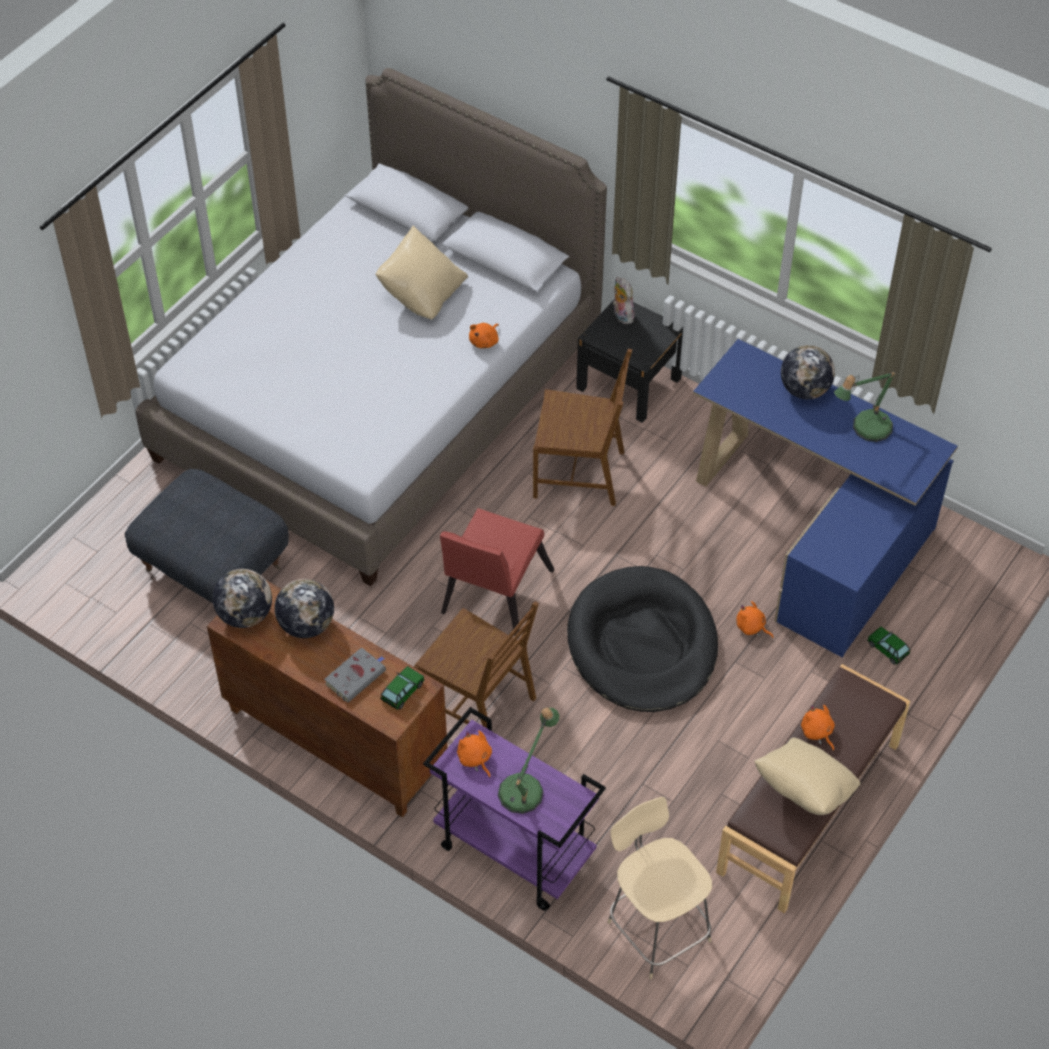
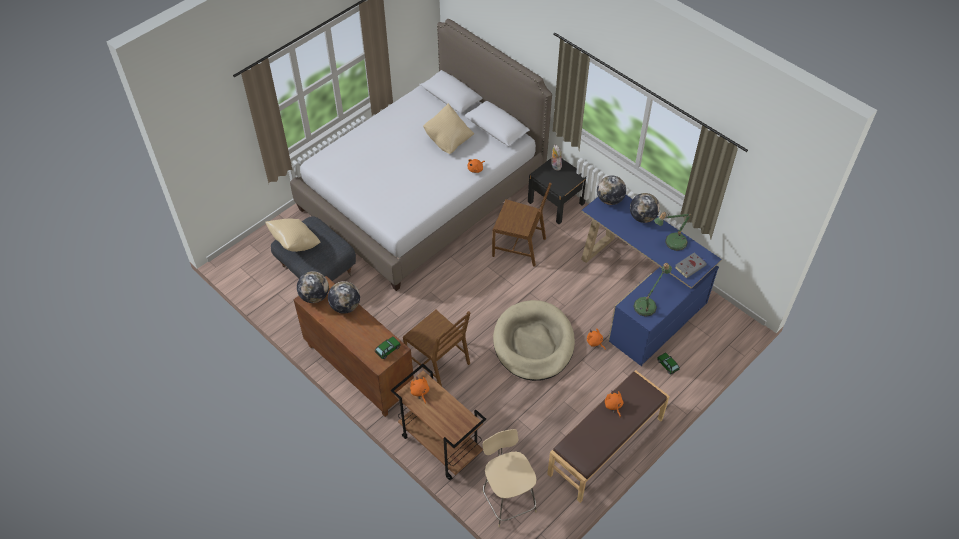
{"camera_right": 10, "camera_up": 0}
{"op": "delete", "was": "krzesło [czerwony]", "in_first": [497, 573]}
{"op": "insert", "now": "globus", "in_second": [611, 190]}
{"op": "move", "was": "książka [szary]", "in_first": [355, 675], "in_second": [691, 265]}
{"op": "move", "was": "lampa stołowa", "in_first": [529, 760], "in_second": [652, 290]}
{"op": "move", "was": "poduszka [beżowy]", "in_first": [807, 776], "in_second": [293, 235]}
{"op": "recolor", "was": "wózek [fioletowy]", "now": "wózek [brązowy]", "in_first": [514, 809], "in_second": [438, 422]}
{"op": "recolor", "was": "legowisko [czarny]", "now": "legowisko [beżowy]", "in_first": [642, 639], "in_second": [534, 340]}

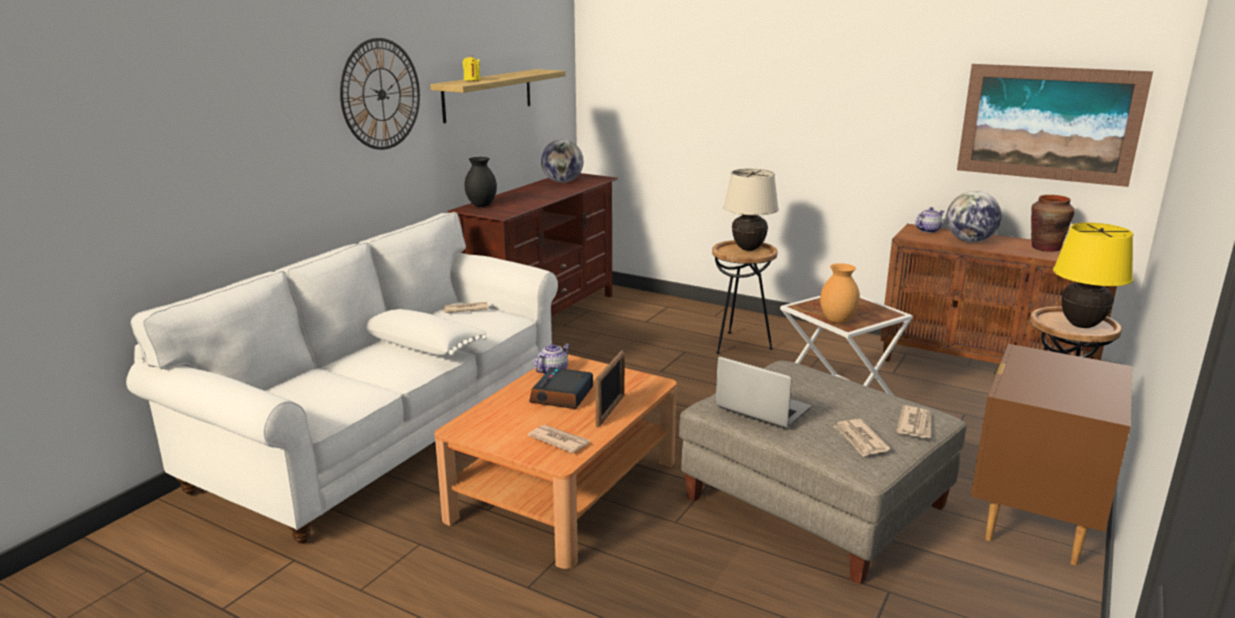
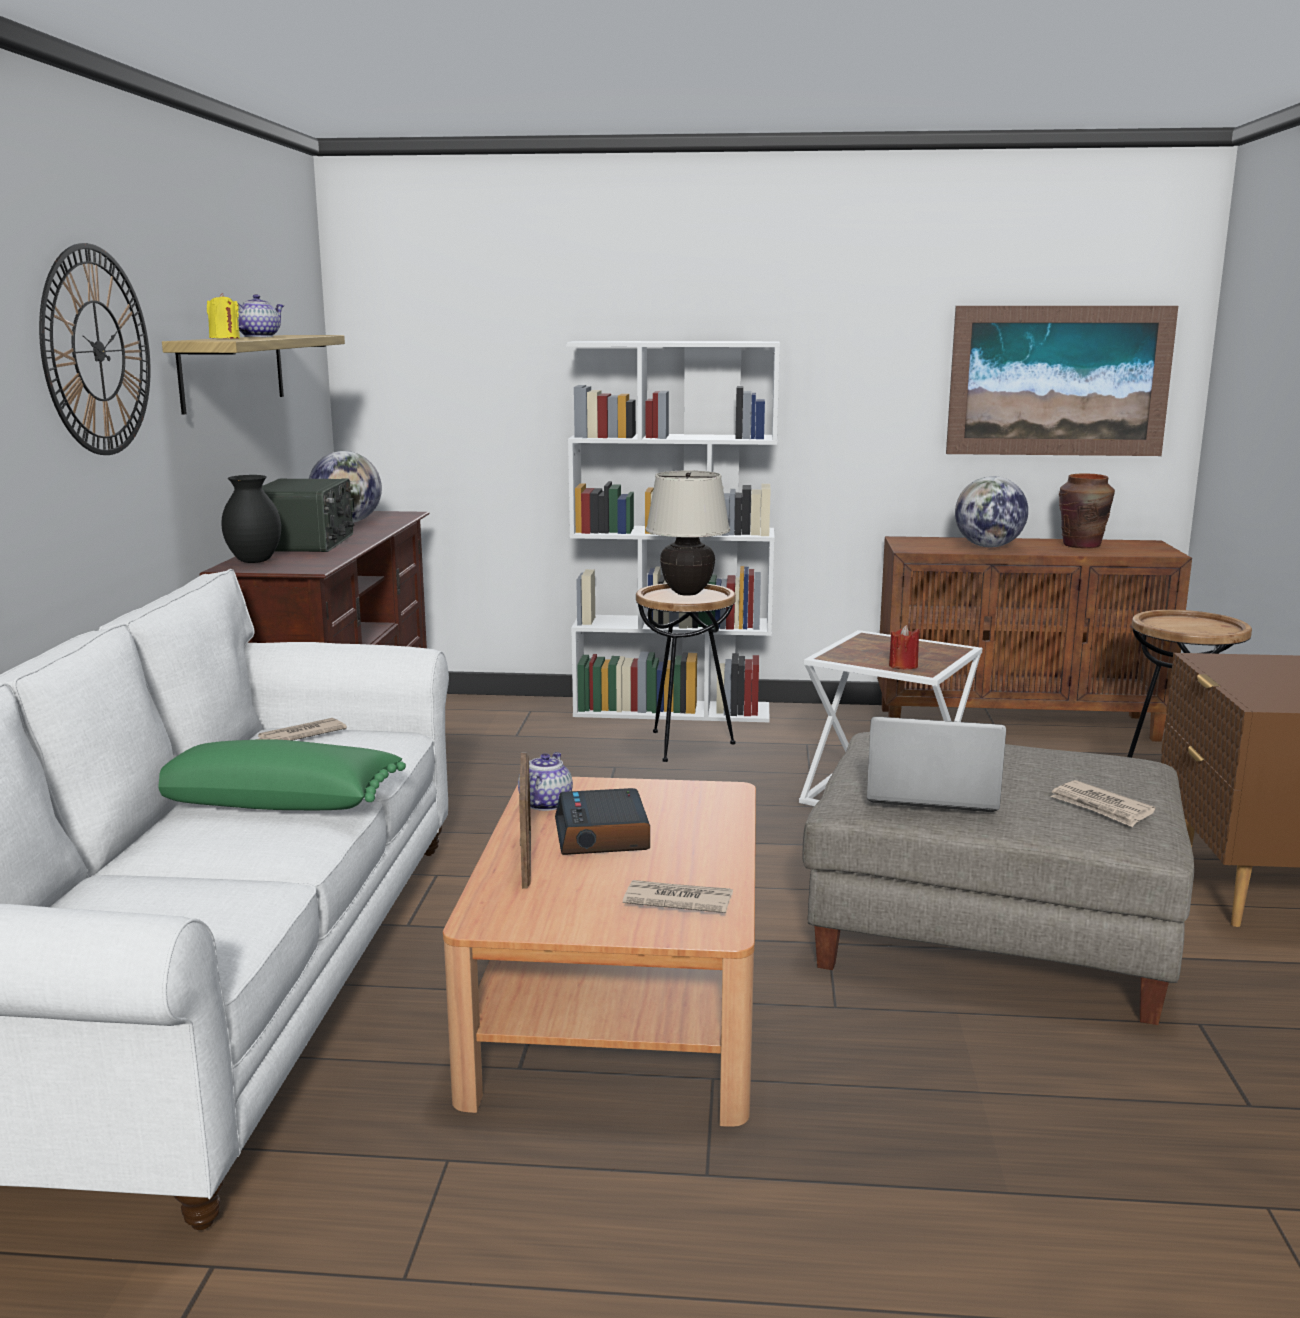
{"camera_right": -25, "camera_up": -5}
{"op": "delete", "was": "gazeta", "in_first": [913, 421]}
{"op": "delete", "was": "lampa stołowa [żółty]", "in_first": [1093, 275]}
{"op": "insert", "now": "radio", "in_second": [308, 515]}
{"op": "insert", "now": "regał [biały]", "in_second": [673, 531]}
{"op": "move", "was": "ramka na zdjęcie", "in_first": [610, 389], "in_second": [525, 821]}
{"op": "move", "was": "imbryk", "in_first": [929, 220], "in_second": [260, 315]}
{"op": "replace", "was": "wazon [brązowy]", "now": "świeca [czerwony]", "in_first": [840, 293], "in_second": [904, 647]}
{"op": "recolor", "was": "poduszka [biały]", "now": "poduszka [zielony]", "in_first": [426, 332], "in_second": [282, 774]}

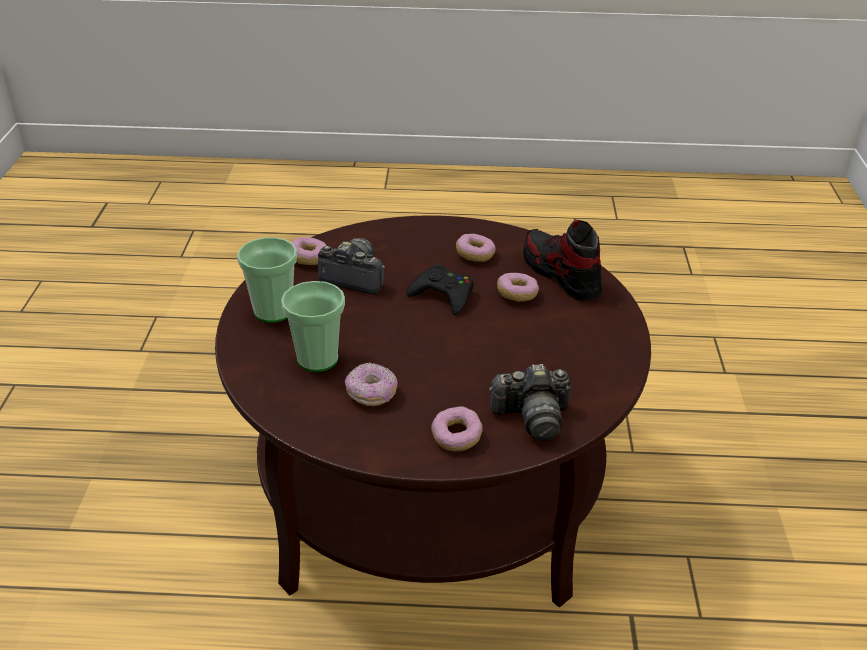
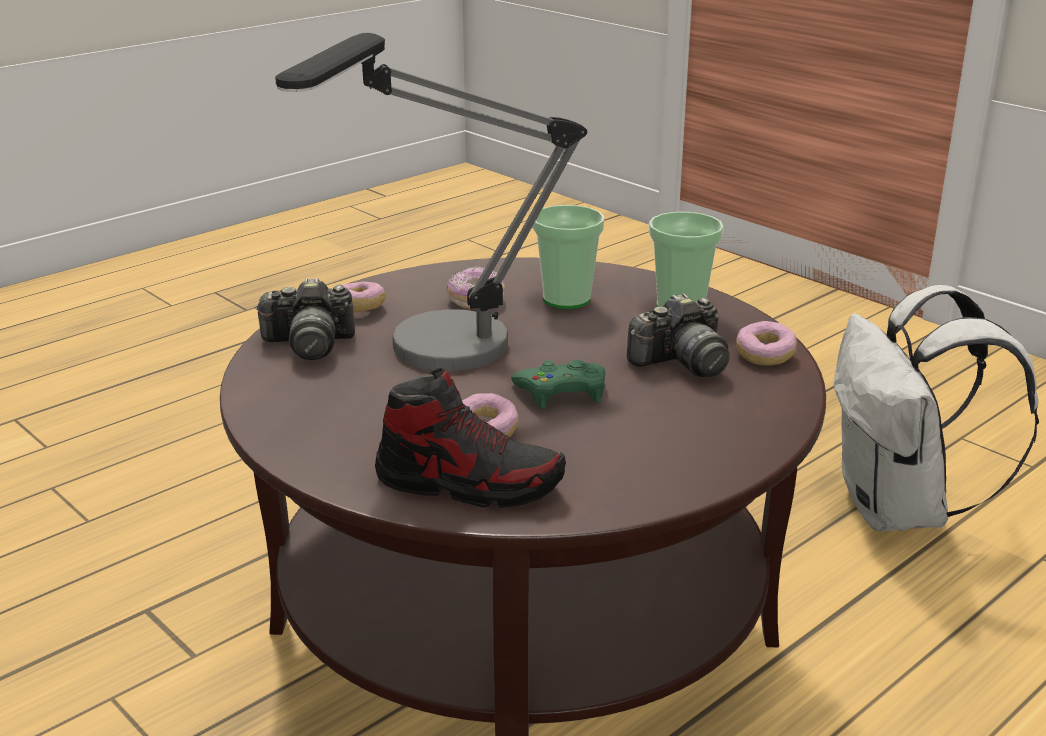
{"camera_right": 135, "camera_up": -10}
{"op": "delete", "was": "donut", "in_first": [476, 248]}
{"op": "insert", "now": "lampa stołowa", "in_second": [431, 202]}
{"op": "insert", "now": "plecak [biały]", "in_second": [936, 408]}
{"op": "recolor", "was": "pad do gier [czarny]", "now": "pad do gier [zielony]", "in_first": [439, 289], "in_second": [558, 384]}
{"op": "rotate", "was": "aparat fotograficzny", "in_first": [530, 402], "in_second": [304, 318], "clockwise": -135}

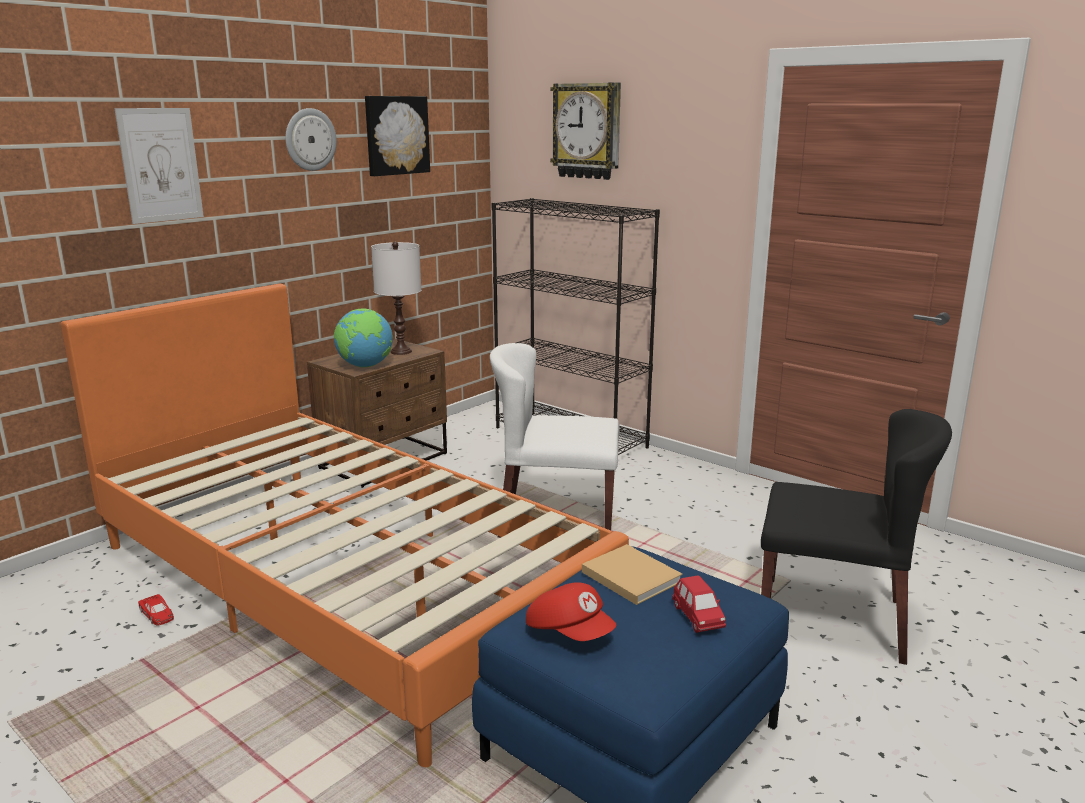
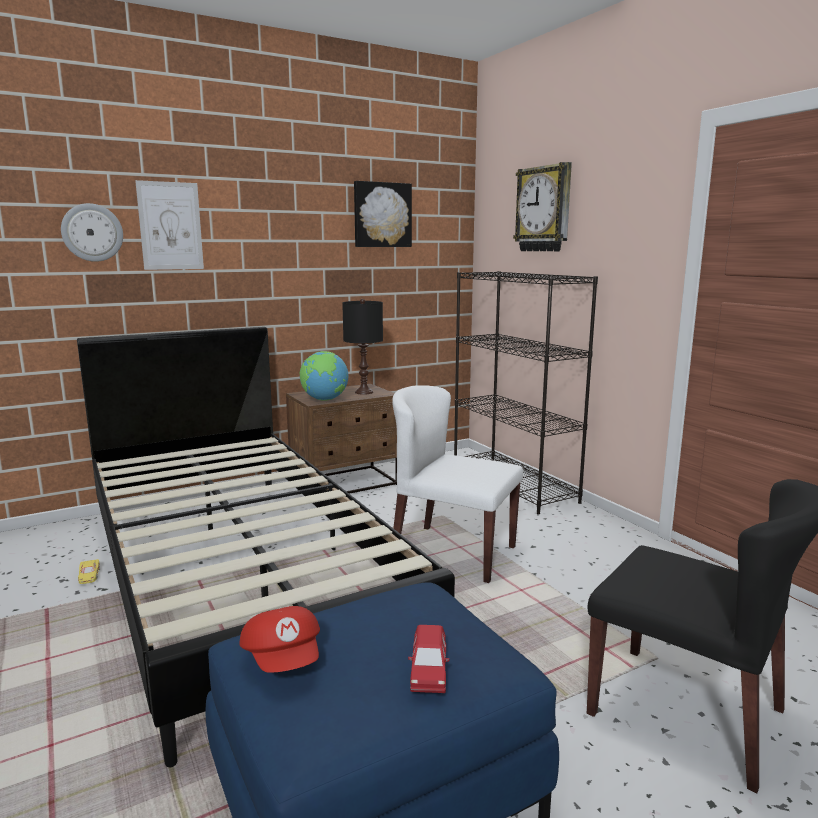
{"camera_right": 20, "camera_up": -5}
{"op": "delete", "was": "książka [beżowy]", "in_first": [632, 574]}
{"op": "move", "was": "zegar ścienny", "in_first": [311, 139], "in_second": [92, 232]}
{"op": "recolor", "was": "łóżko [pomarańczowy]", "now": "łóżko [czarny]", "in_first": [345, 525], "in_second": [266, 547]}
{"op": "recolor", "was": "samochodzik [czerwony]", "now": "samochodzik [żółty]", "in_first": [156, 610], "in_second": [88, 571]}
{"op": "recolor", "was": "lampa stołowa [biały]", "now": "lampa stołowa [czarny]", "in_first": [396, 298], "in_second": [362, 347]}

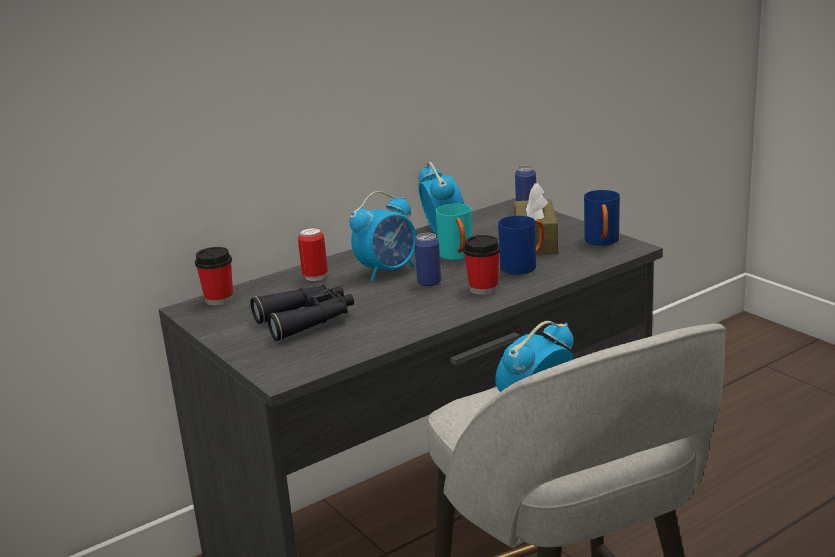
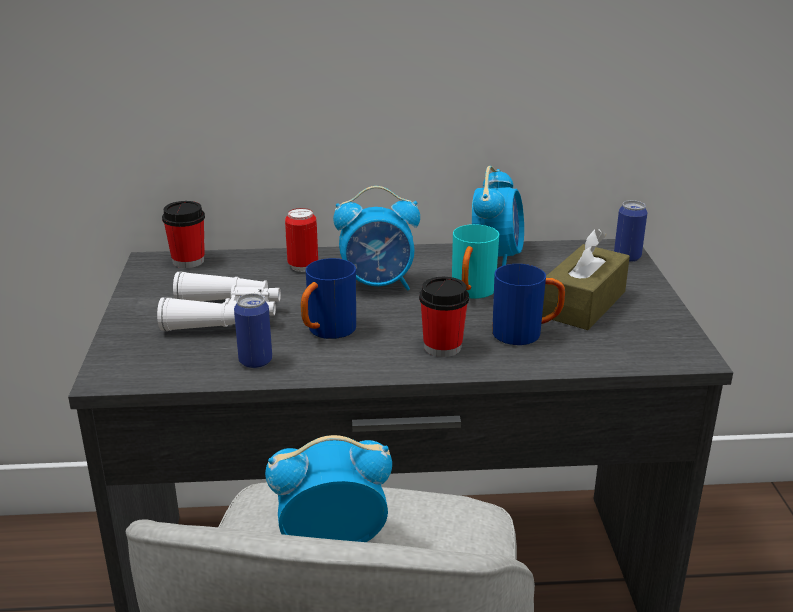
{"camera_right": 30, "camera_up": 5}
{"op": "move", "was": "puszka", "in_first": [427, 260], "in_second": [253, 331]}
{"op": "move", "was": "kubek [niebieski]", "in_first": [602, 218], "in_second": [328, 298]}
{"op": "recolor", "was": "lornetka [czarny]", "now": "lornetka [biały]", "in_first": [302, 313], "in_second": [219, 301]}

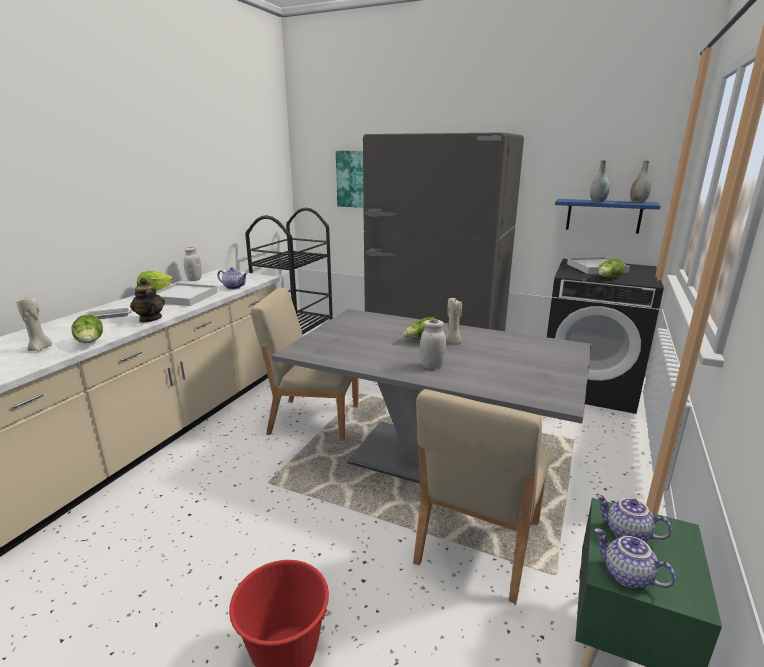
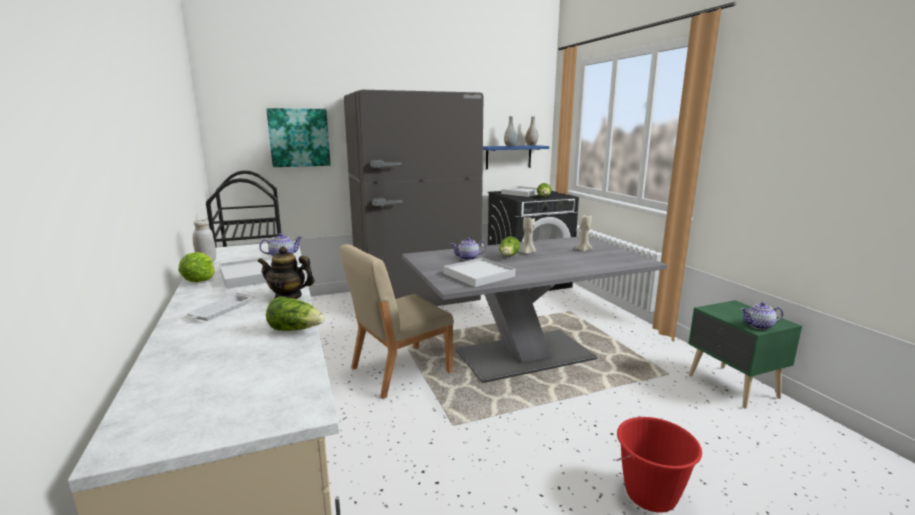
{"camera_right": -45, "camera_up": -5}
{"op": "delete", "was": "krzesło [beżowy]", "in_first": [482, 496]}
{"op": "delete", "was": "słoik [biały]", "in_first": [433, 344]}
{"op": "insert", "now": "taca [biały]", "in_second": [479, 272]}
{"op": "move", "was": "świeca [beżowy]", "in_first": [34, 324], "in_second": [583, 233]}
{"op": "move", "was": "imbryk", "in_first": [634, 518], "in_second": [468, 248]}

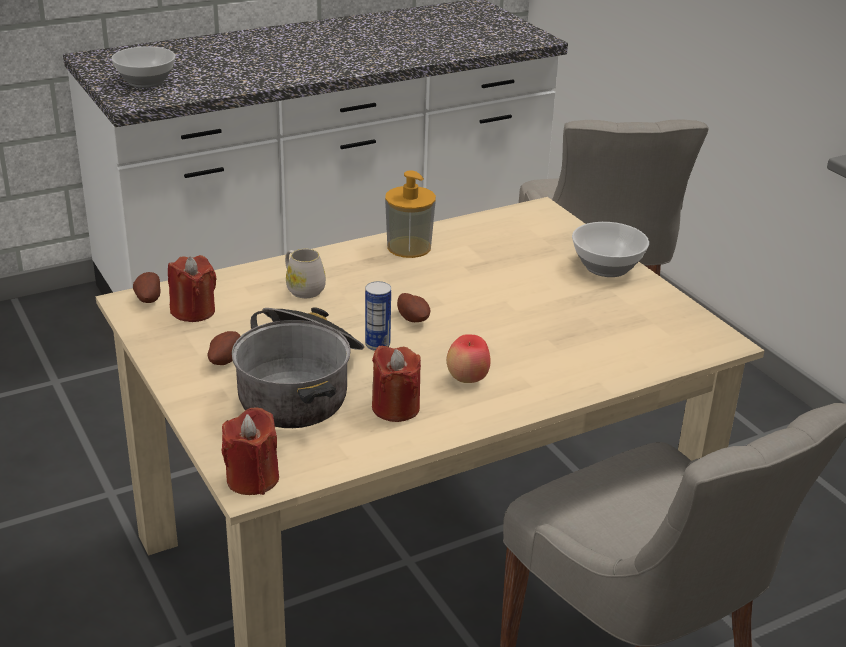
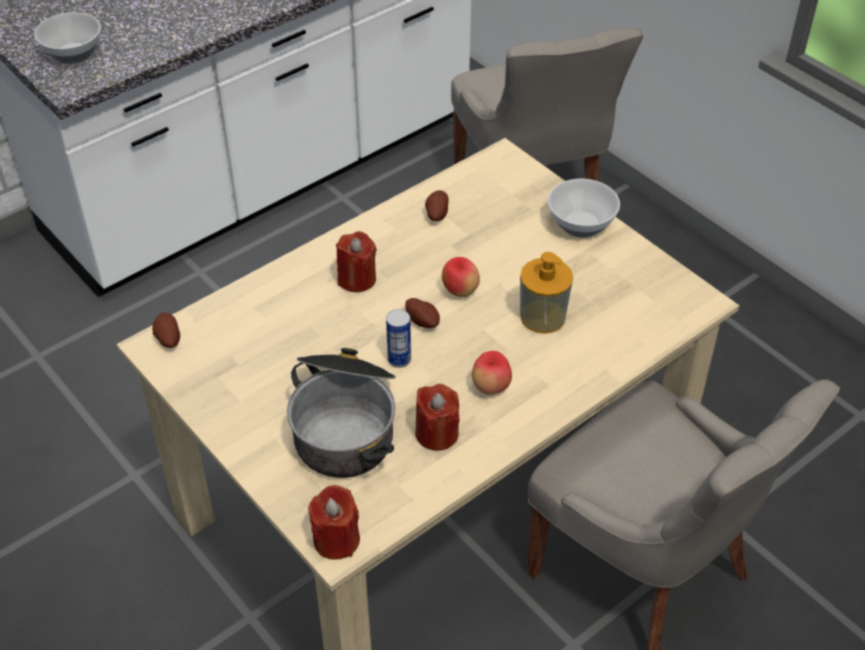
{"camera_right": -10, "camera_up": 15}
{"op": "delete", "was": "kubek [biały]", "in_first": [305, 273]}
{"op": "insert", "now": "jabłko", "in_second": [461, 277]}
{"op": "move", "was": "świeca [czerwony]", "in_first": [192, 288], "in_second": [356, 261]}
{"op": "move", "was": "ziemniak", "in_first": [224, 348], "in_second": [437, 205]}
{"op": "move", "was": "dozownik mydła", "in_first": [410, 214], "in_second": [546, 293]}

